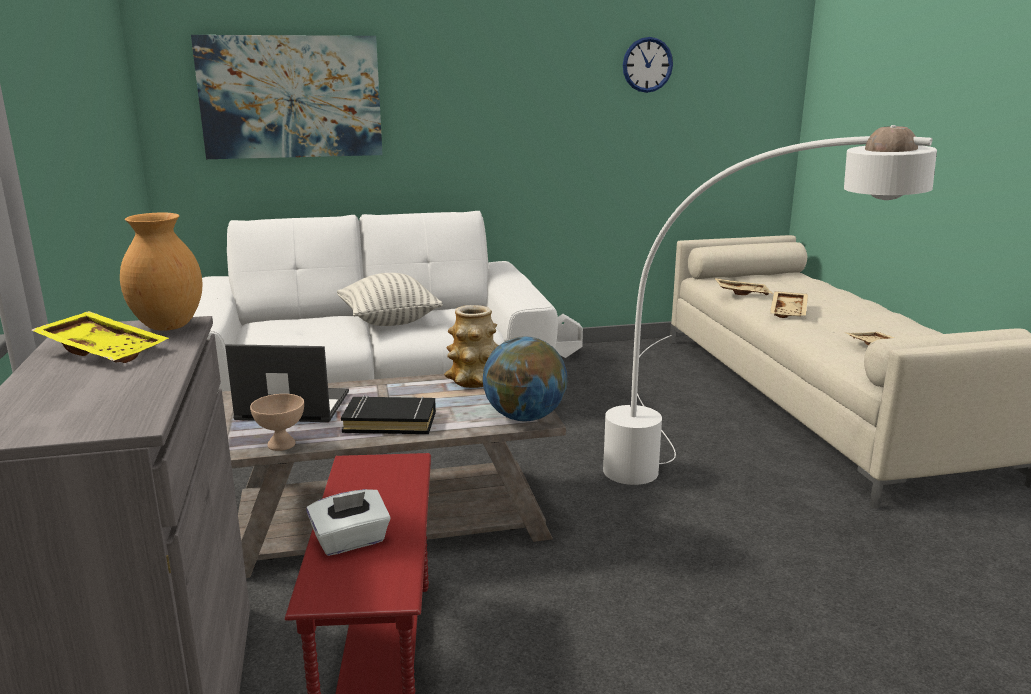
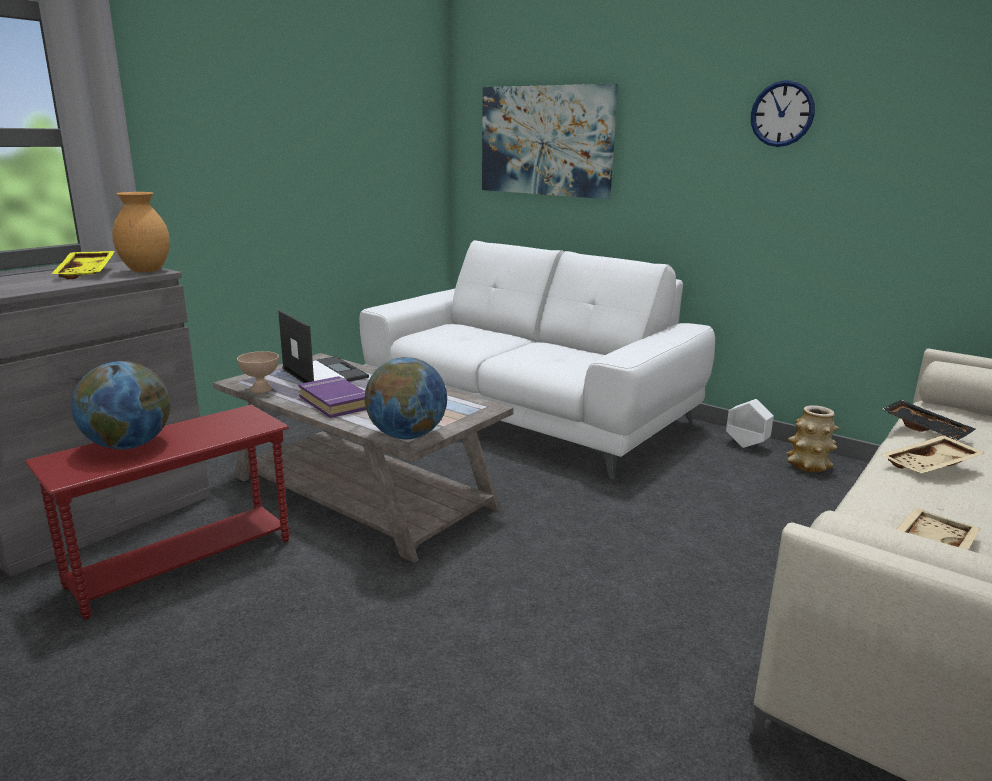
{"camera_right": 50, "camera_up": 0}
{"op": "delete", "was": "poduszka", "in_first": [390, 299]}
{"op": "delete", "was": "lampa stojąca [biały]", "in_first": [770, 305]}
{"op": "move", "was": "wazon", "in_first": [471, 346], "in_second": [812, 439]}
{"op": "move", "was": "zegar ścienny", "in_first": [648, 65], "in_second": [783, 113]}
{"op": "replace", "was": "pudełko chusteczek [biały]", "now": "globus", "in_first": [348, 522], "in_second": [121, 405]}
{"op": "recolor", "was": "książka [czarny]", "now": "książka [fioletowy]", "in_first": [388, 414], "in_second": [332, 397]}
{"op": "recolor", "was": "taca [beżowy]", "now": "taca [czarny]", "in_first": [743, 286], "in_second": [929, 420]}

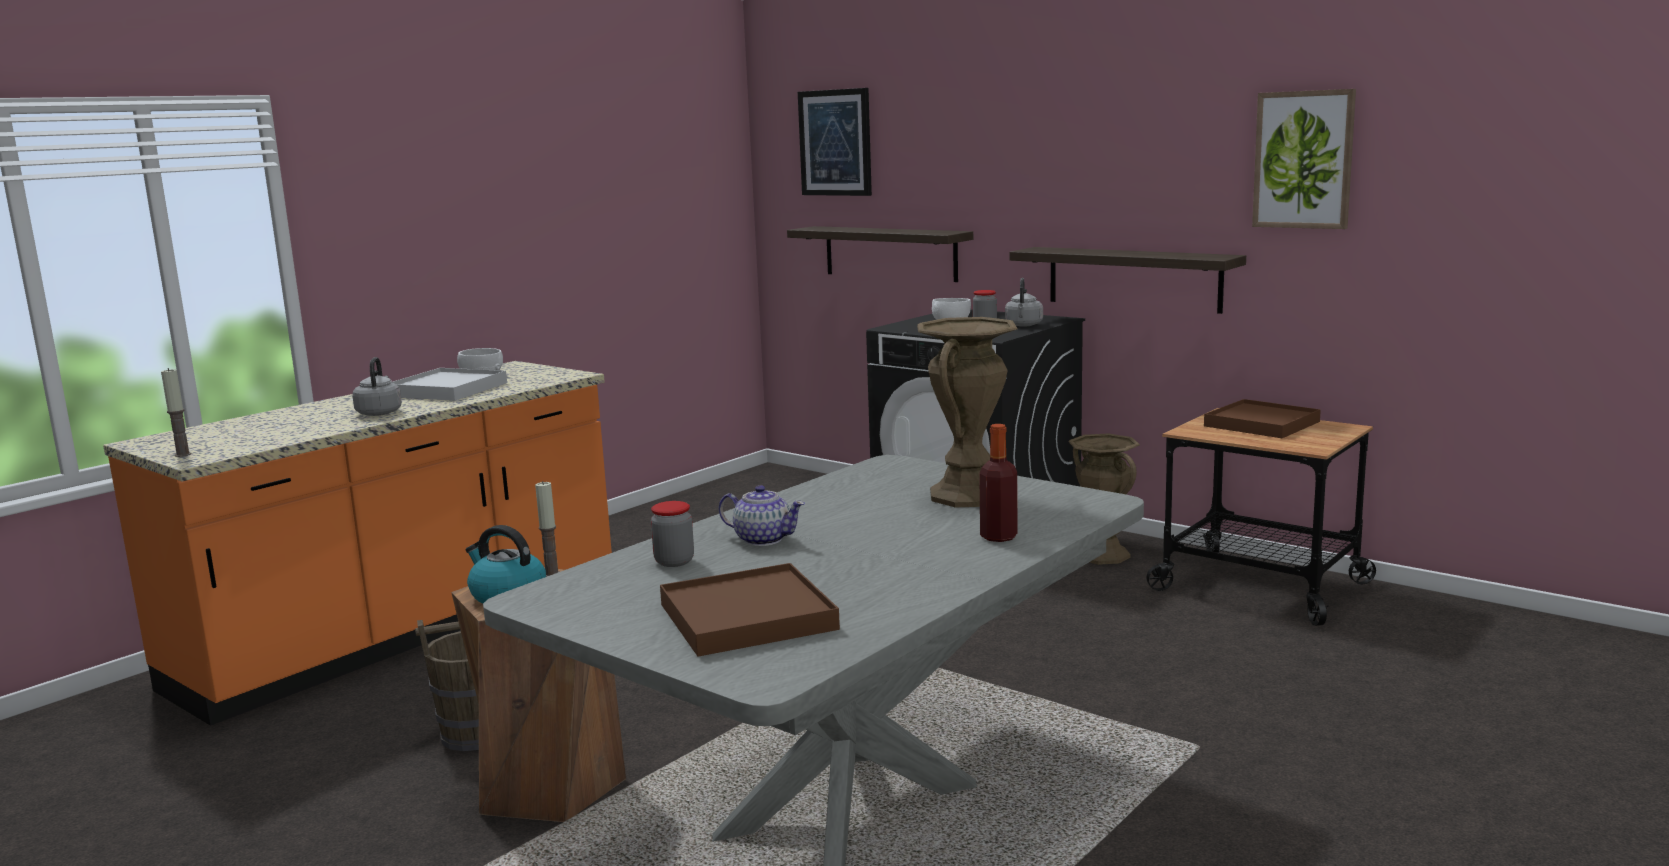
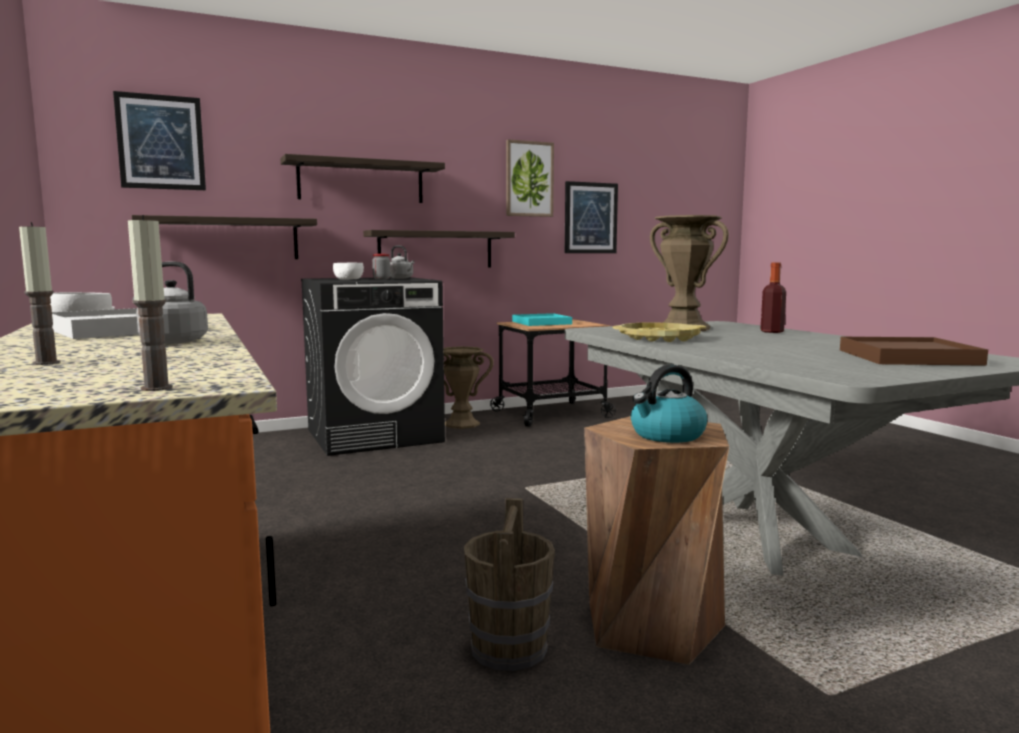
{"camera_right": -65, "camera_up": -5}
{"op": "delete", "was": "słoik", "in_first": [672, 534]}
{"op": "delete", "was": "imbryk", "in_first": [762, 515]}
{"op": "insert", "now": "półka", "in_second": [362, 178]}
{"op": "insert", "now": "obraz", "in_second": [591, 217]}
{"op": "insert", "now": "taca [żółty]", "in_second": [659, 332]}
{"op": "move", "was": "świeca", "in_first": [547, 529], "in_second": [39, 293]}
{"op": "recolor", "was": "taca [brązowy]", "now": "taca [turkusowy]", "in_first": [1262, 418], "in_second": [542, 319]}

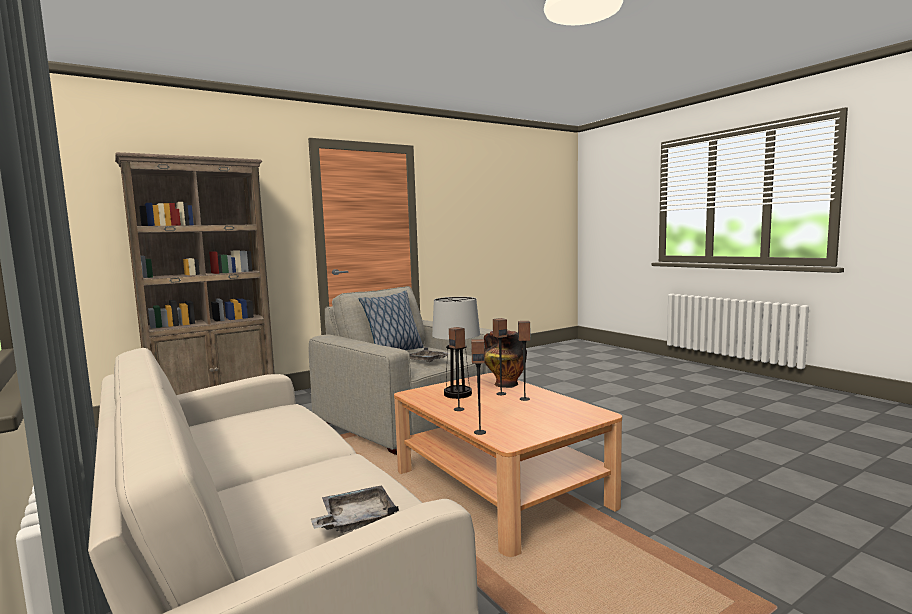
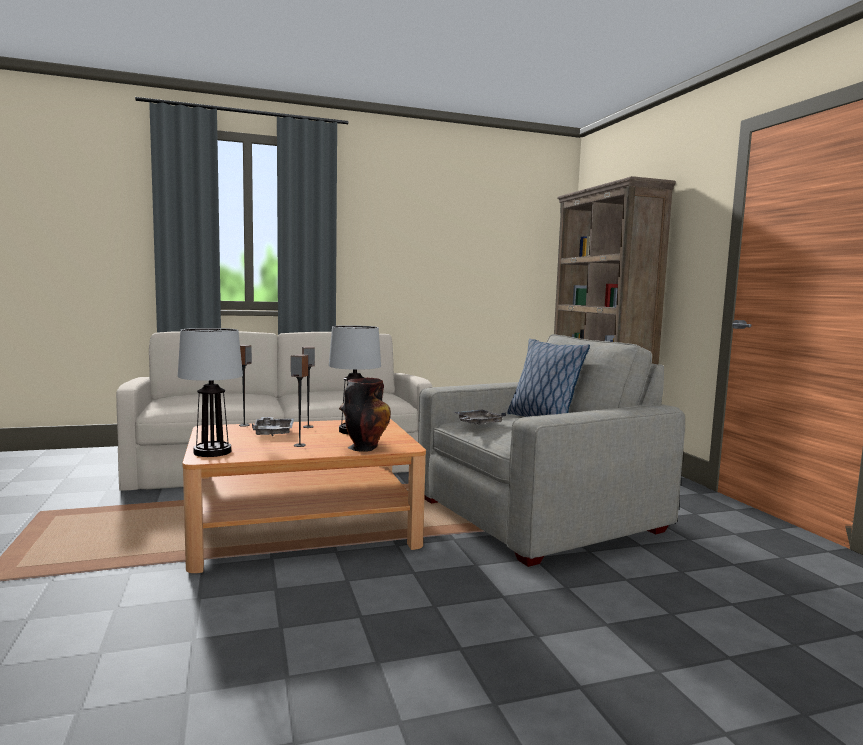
{"camera_right": 105, "camera_up": 0}
{"op": "delete", "was": "głośnik", "in_first": [500, 356]}
{"op": "insert", "now": "lampa stołowa", "in_second": [210, 392]}
{"op": "move", "was": "taca [szary]", "in_first": [355, 509], "in_second": [273, 426]}

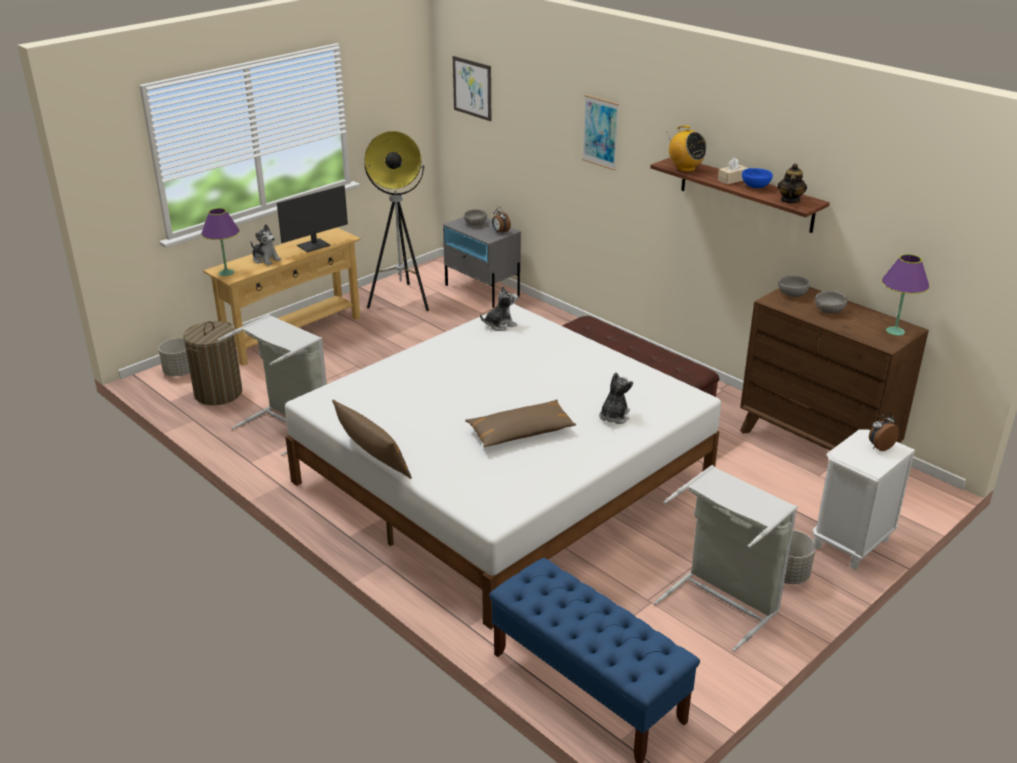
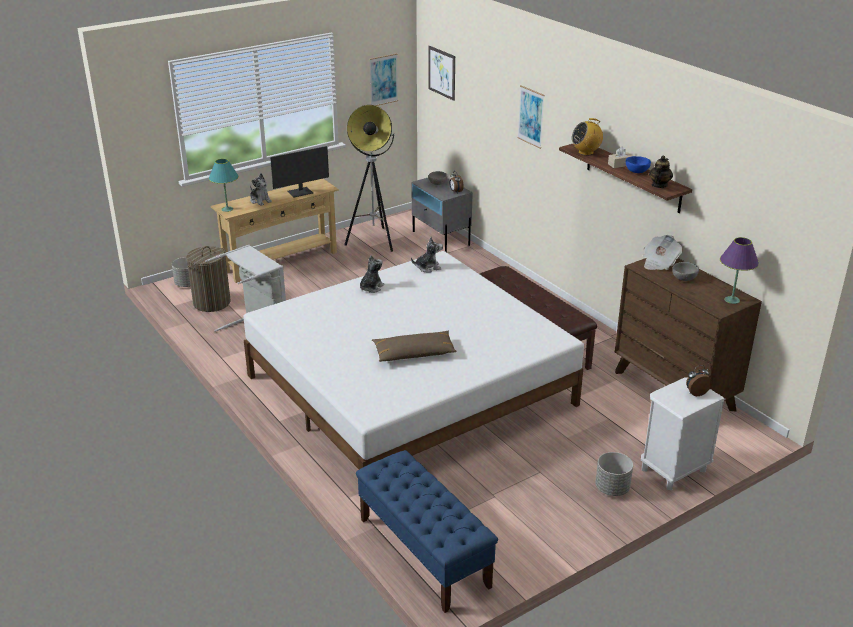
{"camera_right": 10, "camera_up": 0}
{"op": "delete", "was": "poduszka [brązowy]", "in_first": [372, 439]}
{"op": "delete", "was": "kosz na pranie [szary]", "in_first": [726, 558]}
{"op": "insert", "now": "obraz", "in_second": [383, 79]}
{"op": "move", "was": "pluszak", "in_first": [616, 398], "in_second": [372, 274]}
{"op": "replace", "was": "miska [szary]", "now": "gazeta", "in_first": [794, 286], "in_second": [662, 252]}
{"op": "recolor", "was": "lampa stołowa [fioletowy]", "now": "lampa stołowa [turkusowy]", "in_first": [220, 242], "in_second": [224, 185]}
{"op": "rotate", "was": "radio", "in_first": [687, 148], "in_second": [587, 137], "clockwise": 105}

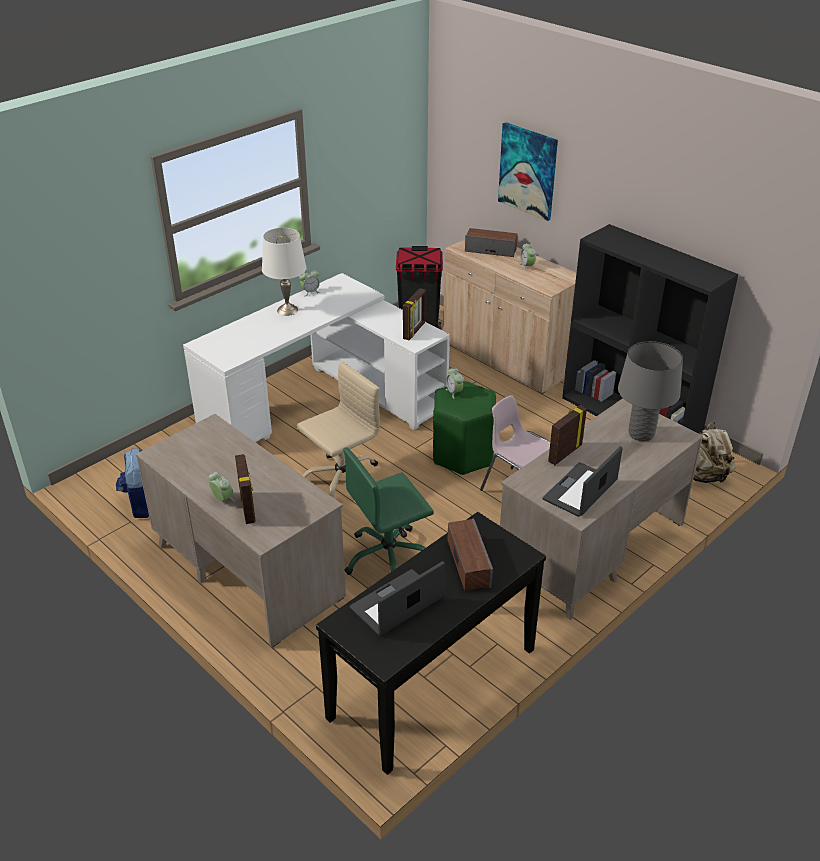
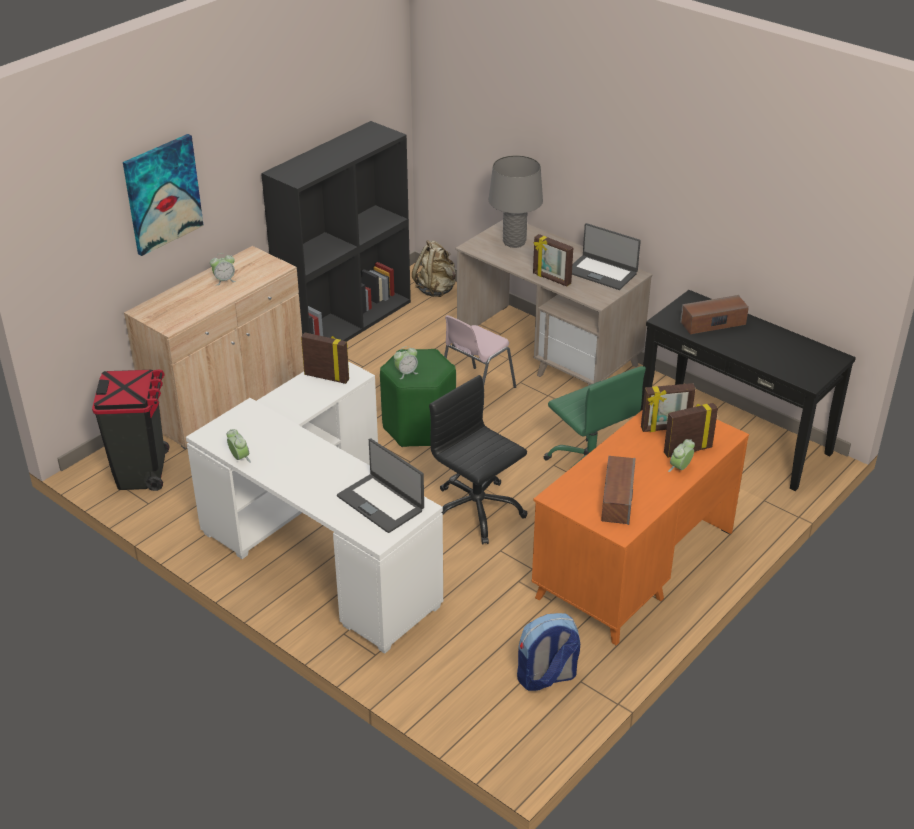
{"camera_right": -95, "camera_up": 0}
{"op": "delete", "was": "lampa stołowa [biały]", "in_first": [284, 272]}
{"op": "insert", "now": "ramka na zdjęcie", "in_second": [668, 407]}
{"op": "move", "was": "laptop", "in_first": [397, 598], "in_second": [380, 485]}
{"op": "move", "was": "głośnik", "in_first": [491, 242], "in_second": [618, 490]}
{"op": "recolor", "was": "biurko [beżowy]", "now": "biurko [pomarańczowy]", "in_first": [241, 530], "in_second": [640, 527]}
{"op": "recolor", "was": "krzesło biurowe [beżowy]", "now": "krzesło biurowe [czarny]", "in_first": [338, 429], "in_second": [478, 459]}

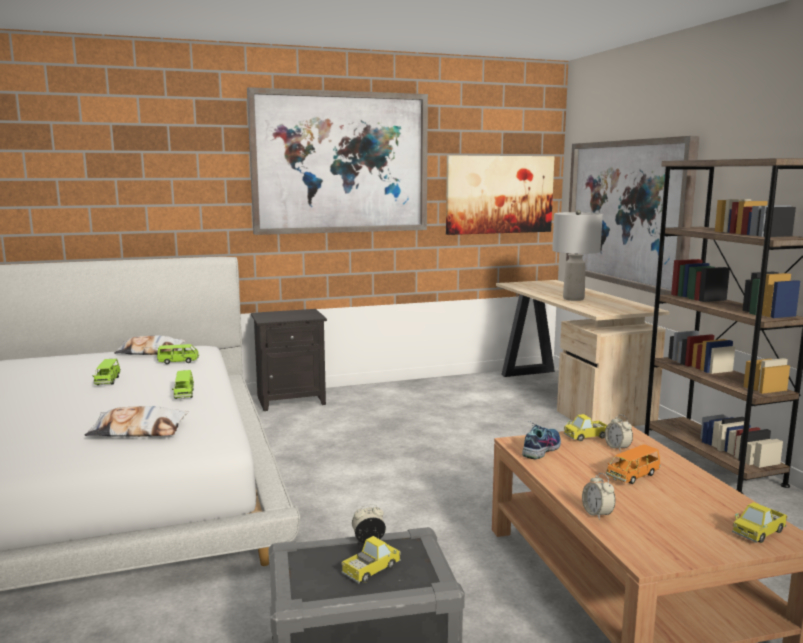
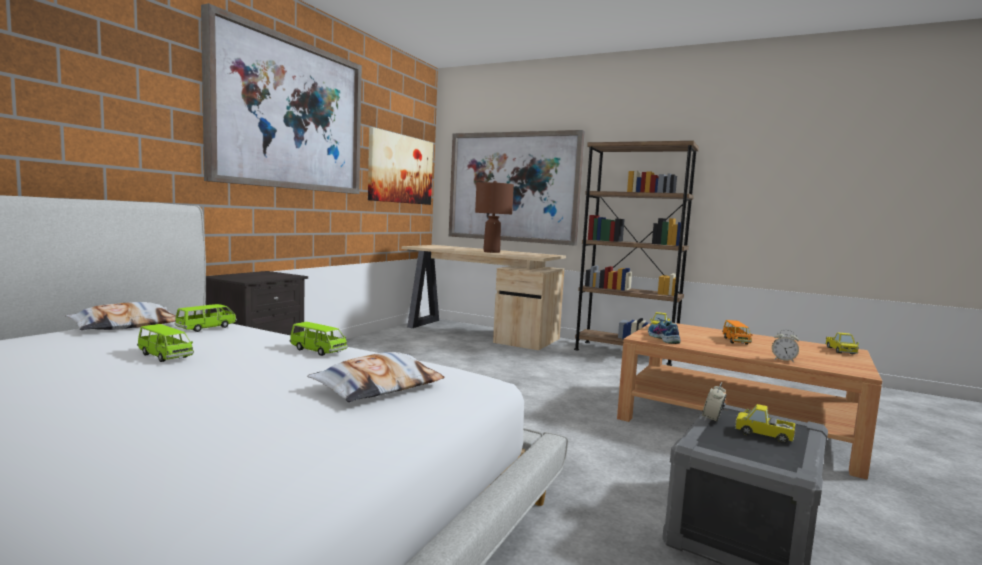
{"camera_right": -45, "camera_up": -5}
{"op": "delete", "was": "budzik", "in_first": [619, 433]}
{"op": "recolor", "was": "lampa stołowa [szary]", "now": "lampa stołowa [brązowy]", "in_first": [577, 255], "in_second": [494, 217]}
{"op": "rotate", "was": "ciężarówka zabawkowa", "in_first": [371, 559], "in_second": [765, 423], "clockwise": -60}

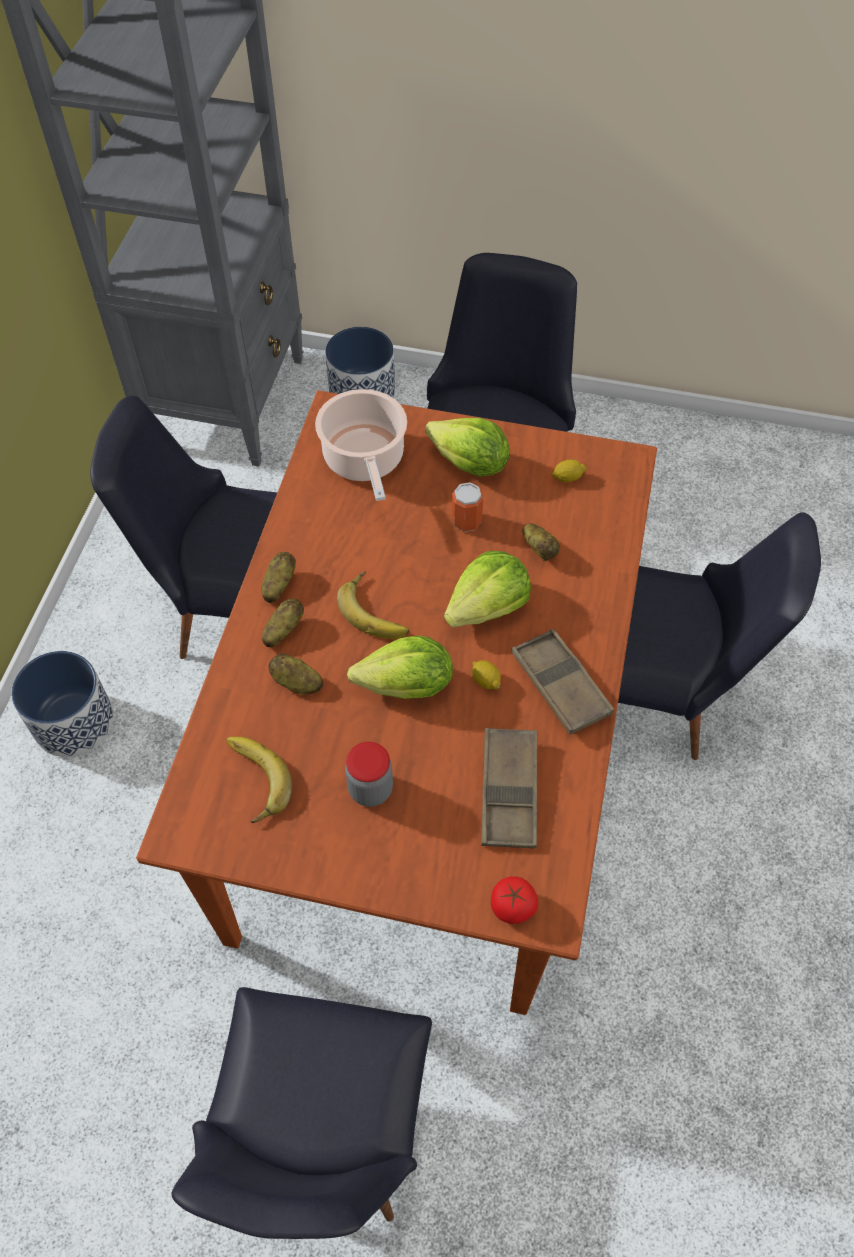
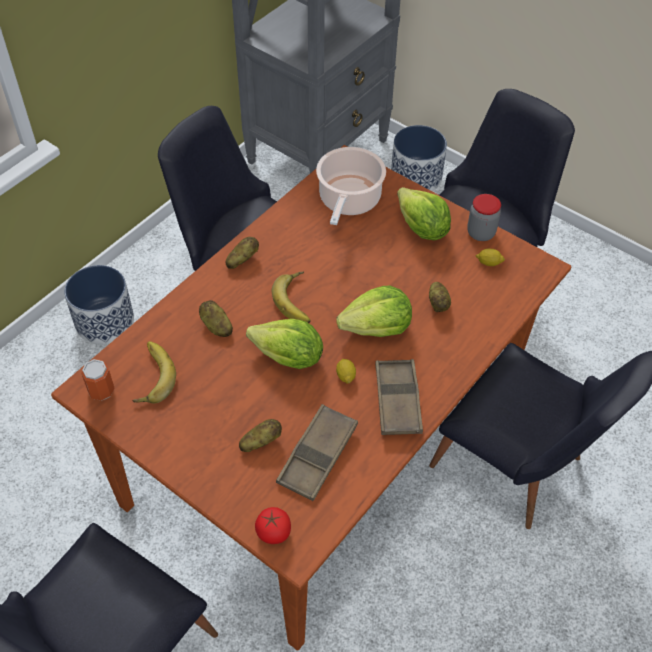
{"camera_right": 25, "camera_up": -5}
{"op": "move", "was": "ziemniak", "in_first": [283, 623], "in_second": [260, 435]}
{"op": "move", "was": "słoik", "in_first": [369, 774], "in_second": [484, 217]}
{"op": "move", "was": "puszka", "in_first": [467, 507], "in_second": [97, 380]}

